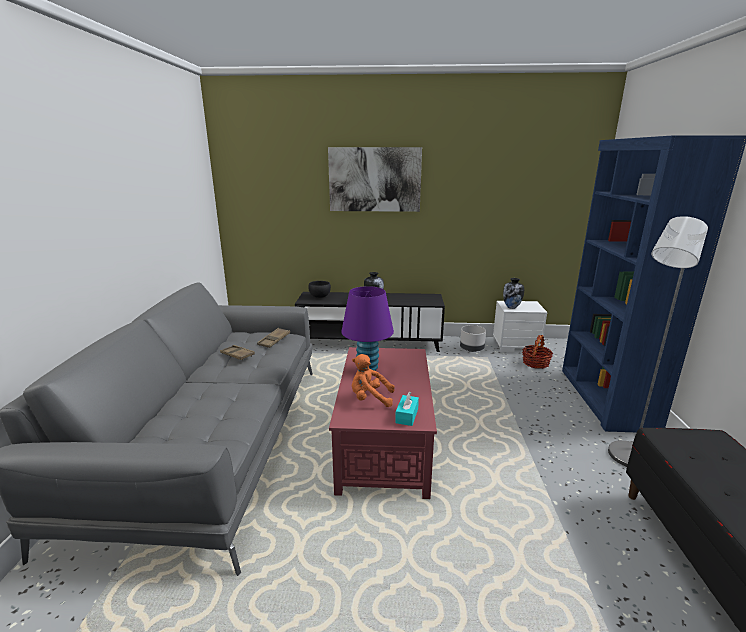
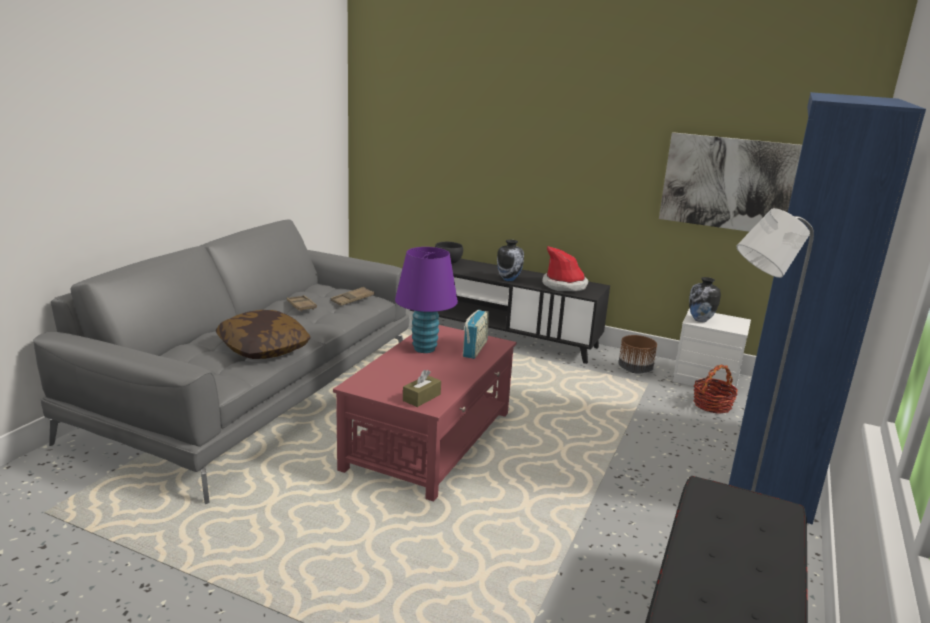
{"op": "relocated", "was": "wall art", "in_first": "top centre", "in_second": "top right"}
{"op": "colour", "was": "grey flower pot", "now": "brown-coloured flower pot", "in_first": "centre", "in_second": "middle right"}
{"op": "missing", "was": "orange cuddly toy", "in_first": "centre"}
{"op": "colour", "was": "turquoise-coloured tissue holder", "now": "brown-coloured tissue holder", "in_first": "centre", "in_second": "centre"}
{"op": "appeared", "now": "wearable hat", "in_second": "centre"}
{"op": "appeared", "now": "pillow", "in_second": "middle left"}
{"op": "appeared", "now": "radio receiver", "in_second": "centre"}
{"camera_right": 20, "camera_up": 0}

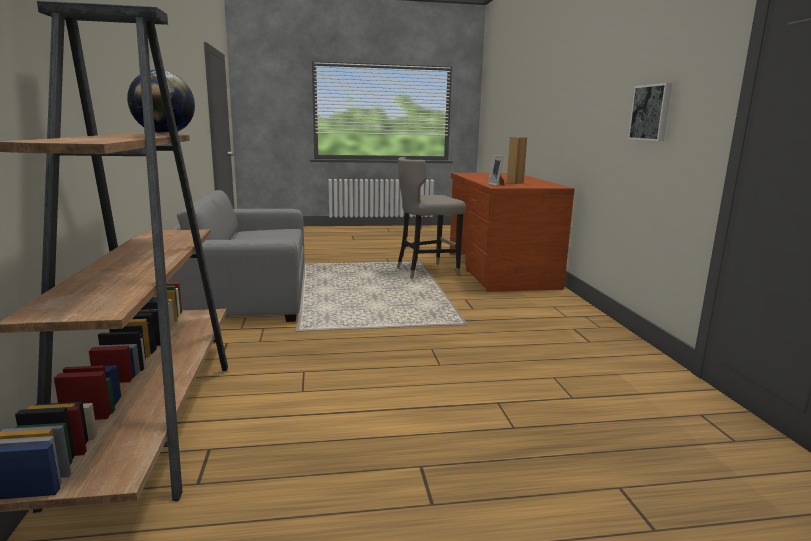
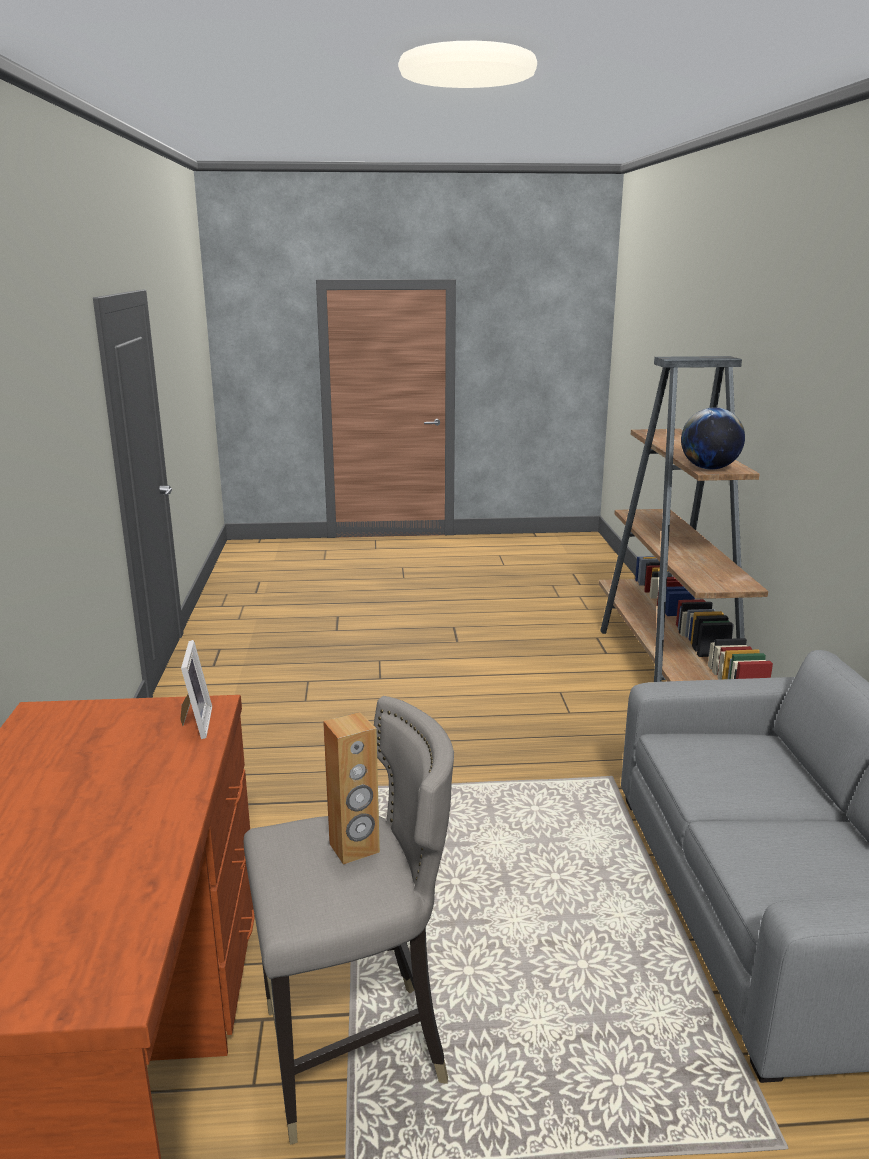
{"op": "missing", "was": "wall art", "in_first": "top right"}
{"op": "relocated", "was": "brown-coloured loudspeaker", "in_first": "top centre", "in_second": "bottom centre"}
{"camera_right": -175, "camera_up": 5}

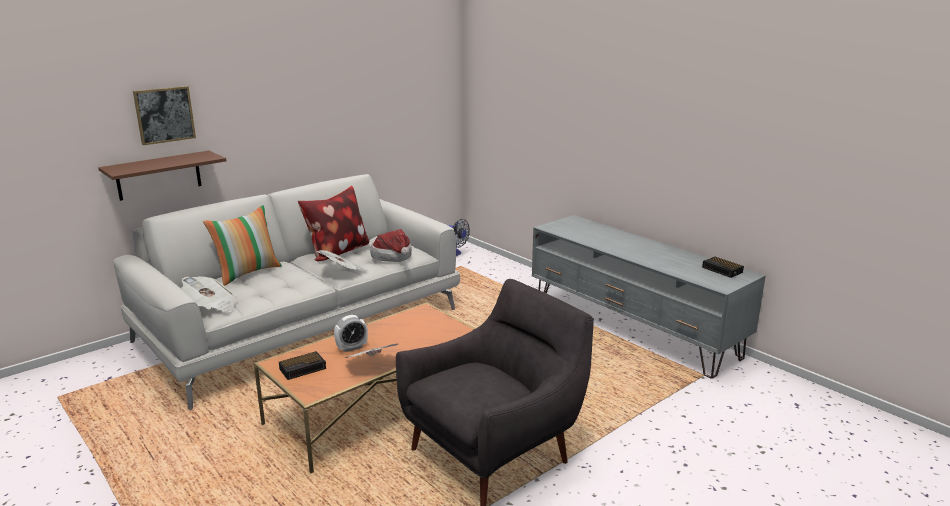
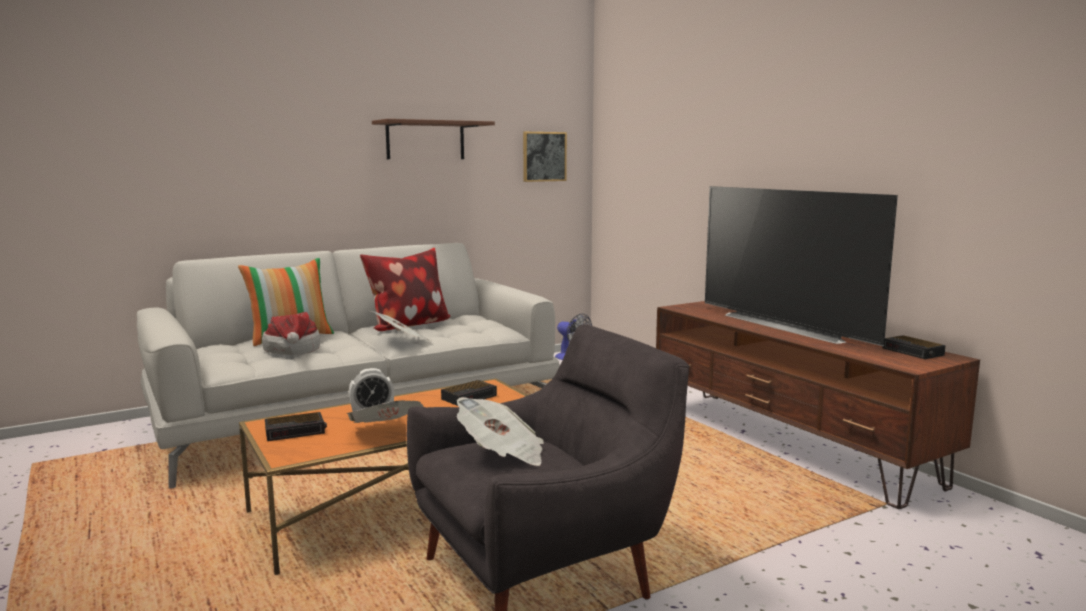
{"op": "relocated", "was": "wall art", "in_first": "top left", "in_second": "top centre"}
{"op": "relocated", "was": "brown-coloured bracket shelf", "in_first": "middle left", "in_second": "top centre"}
{"op": "colour", "was": "grey tv unit", "now": "brown-coloured tv unit", "in_first": "middle right", "in_second": "middle right"}
{"op": "relocated", "was": "wearable hat", "in_first": "centre", "in_second": "middle left"}
{"op": "relocated", "was": "daily paper (no. 1 from left in the first image)", "now": "daily paper (no. 3 from left)", "in_first": "middle left", "in_second": "bottom centre"}
{"op": "appeared", "now": "TV", "in_second": "middle right"}
{"op": "appeared", "now": "alarm clock (no. 3 from left)", "in_second": "centre"}
{"camera_right": 10, "camera_up": -10}

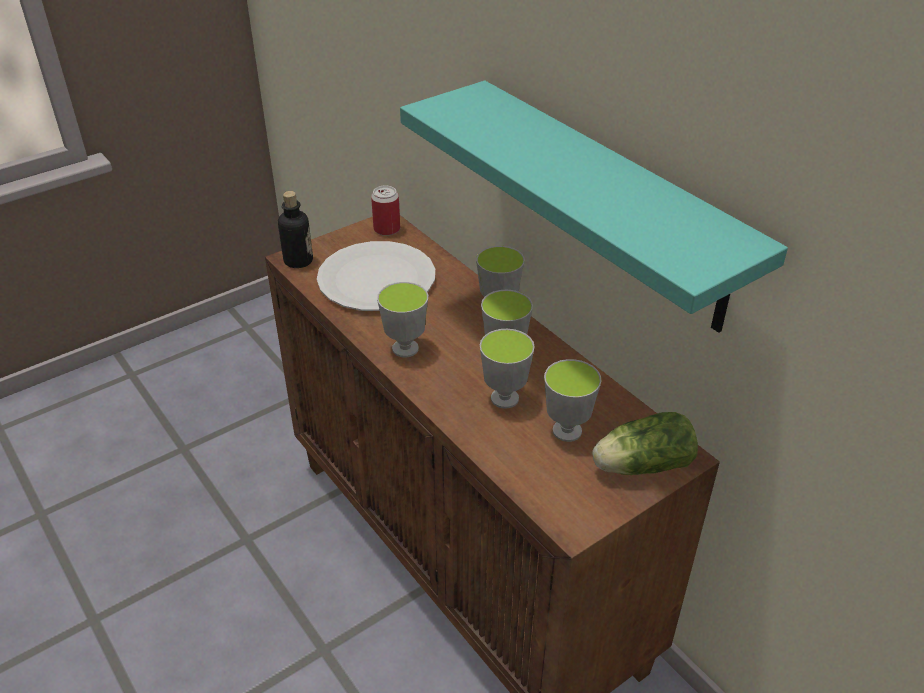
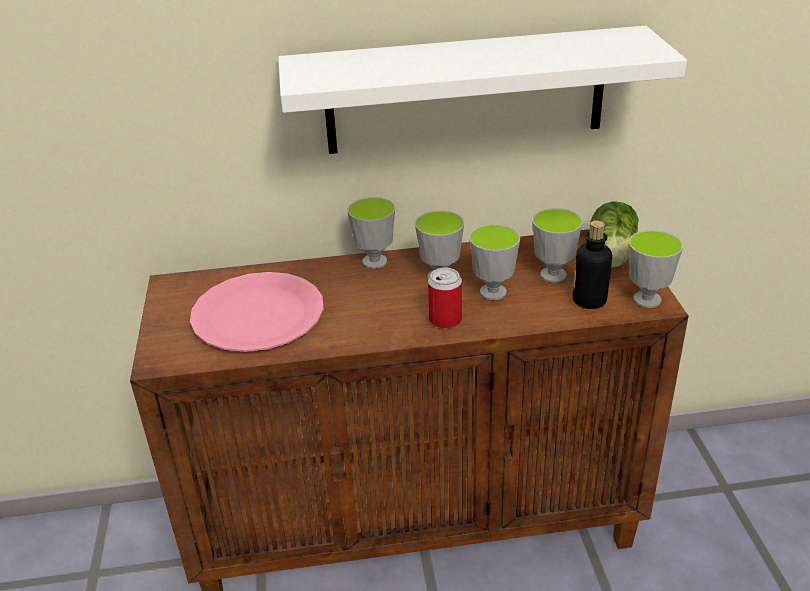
{"op": "colour", "was": "turquoise-coloured bracket shelf", "now": "whitish bracket shelf", "in_first": "top centre", "in_second": "top centre"}
{"op": "relocated", "was": "sealed can", "in_first": "top centre", "in_second": "centre"}
{"op": "relocated", "was": "drink bottle", "in_first": "top left", "in_second": "middle right"}
{"op": "colour", "was": "whitish plate", "now": "pink plate", "in_first": "centre", "in_second": "middle left"}
{"op": "relocated", "was": "small cup (no. 1 from left in the first image)", "now": "small cup (no. 5 from left)", "in_first": "centre", "in_second": "middle right"}
{"camera_right": -60, "camera_up": -5}

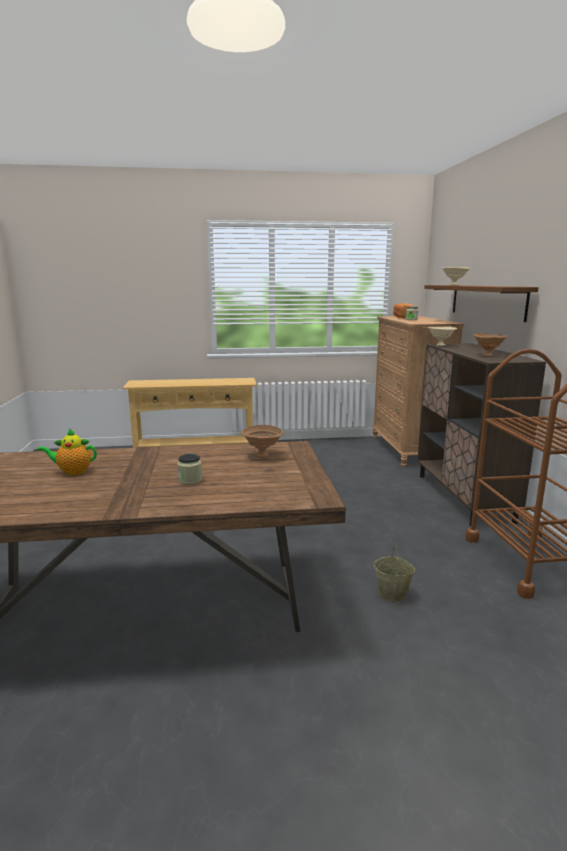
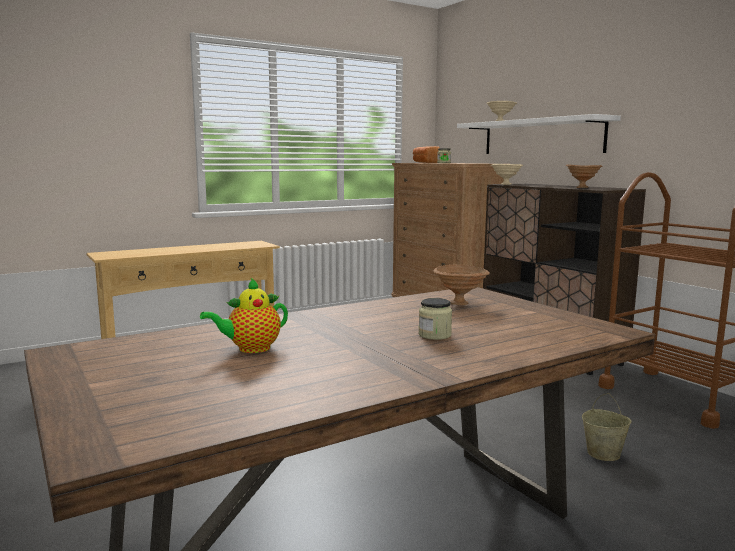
{"op": "colour", "was": "brown-coloured bracket shelf", "now": "whitish bracket shelf", "in_first": "middle right", "in_second": "top right"}
{"camera_right": -25, "camera_up": -5}

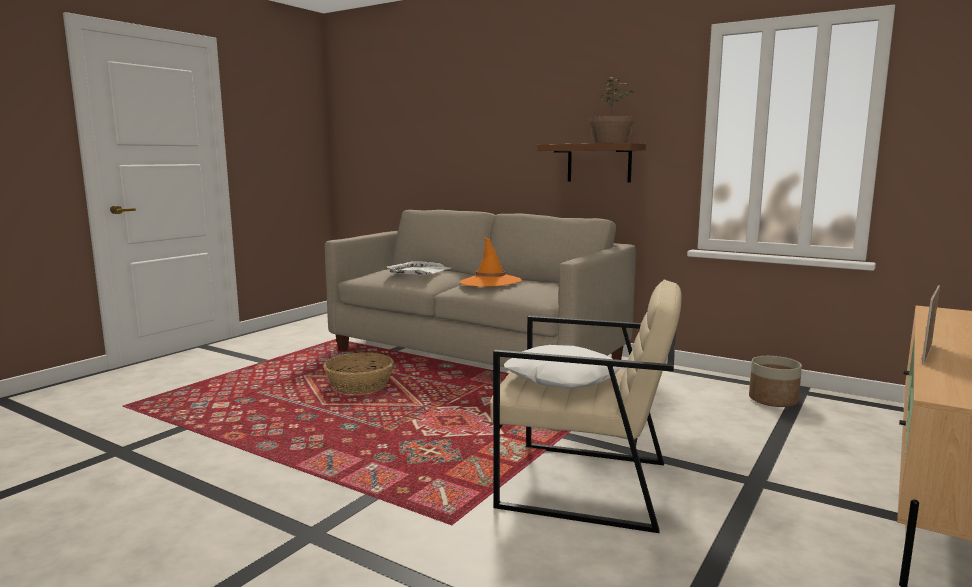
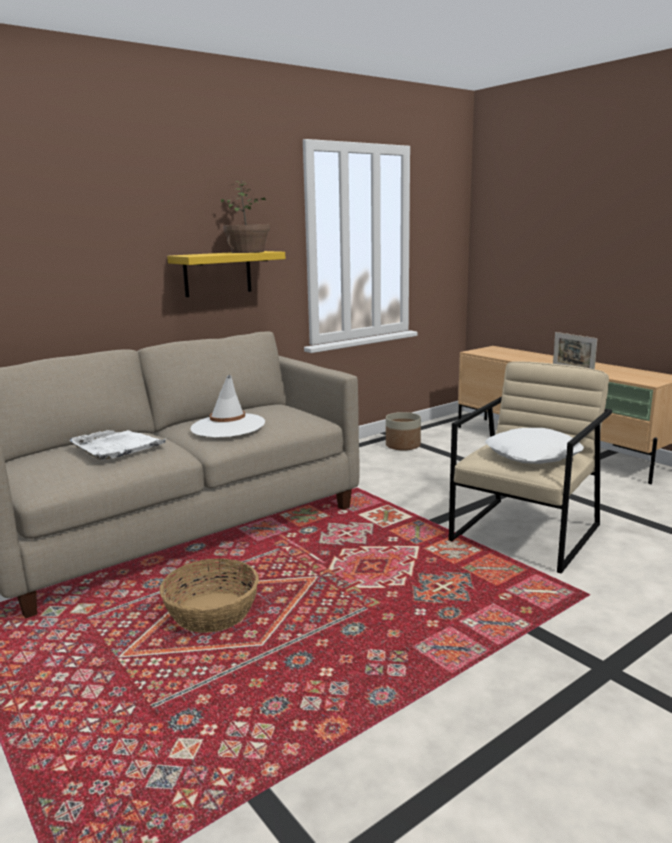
{"op": "colour", "was": "brown-coloured bracket shelf", "now": "yellow-coloured bracket shelf", "in_first": "top centre", "in_second": "top centre"}
{"op": "colour", "was": "orange wearable hat", "now": "whitish wearable hat", "in_first": "centre", "in_second": "centre"}
{"camera_right": -70, "camera_up": 5}

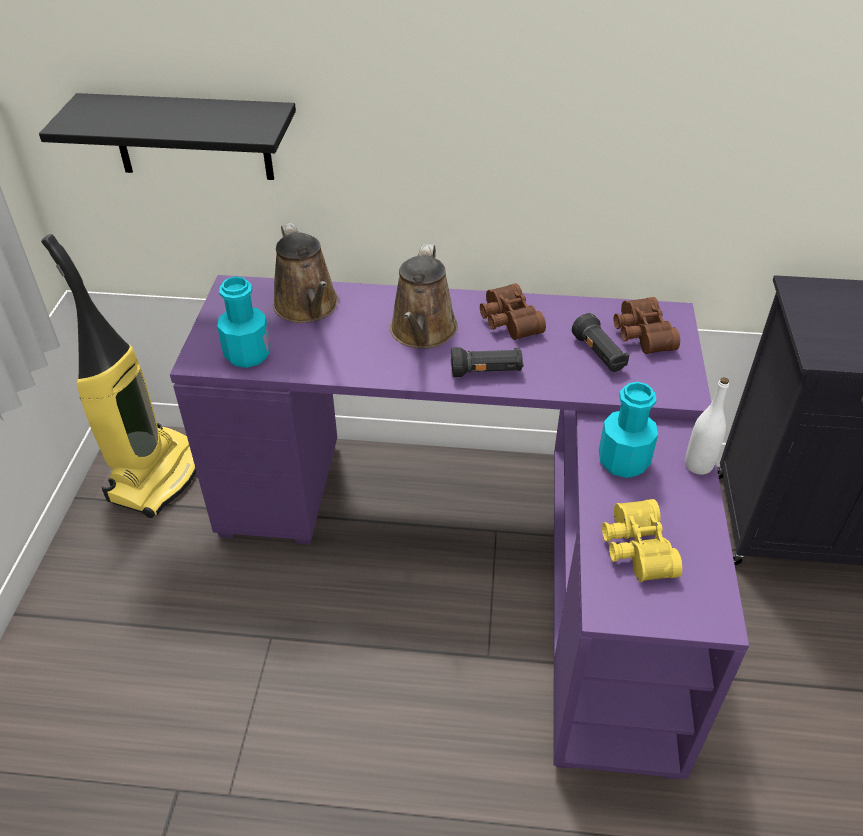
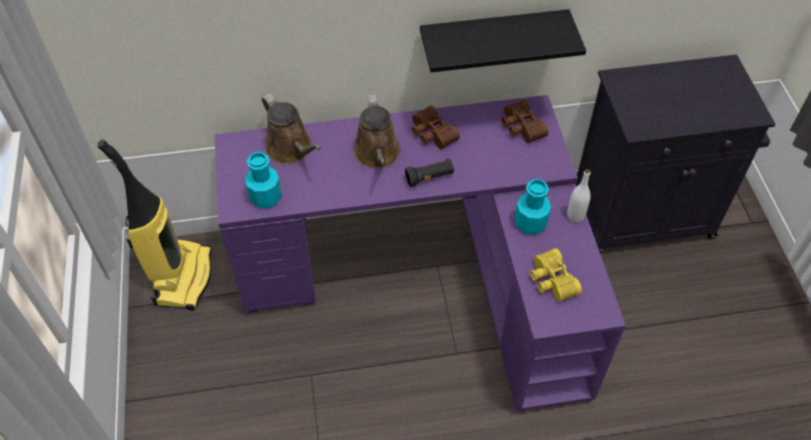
{"op": "relocated", "was": "black-coloured bracket shelf", "in_first": "top left", "in_second": "top centre"}
{"op": "missing", "was": "black-coloured flashlight (no. 2 from left)", "in_first": "middle right"}
{"camera_right": -15, "camera_up": 10}

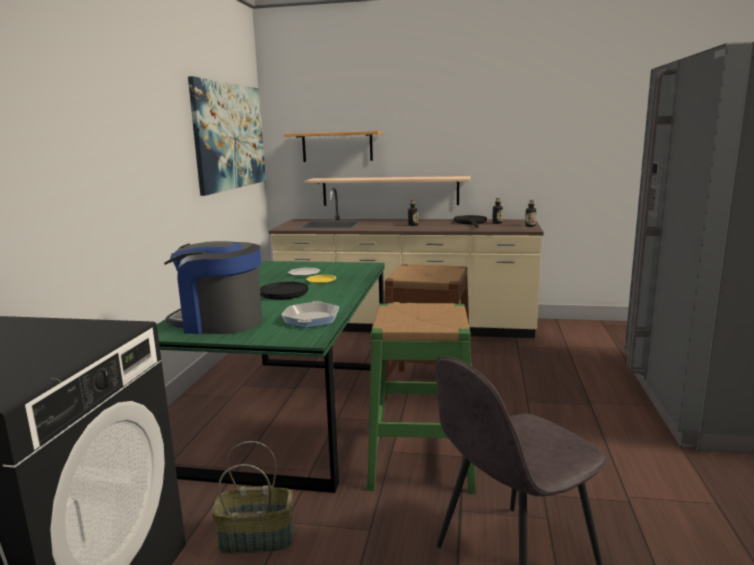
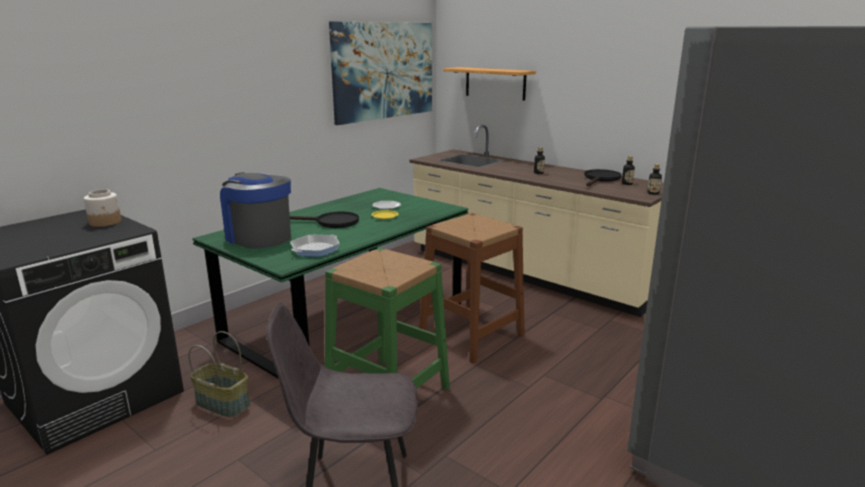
{"op": "missing", "was": "bracket shelf (no. 2 from left)", "in_first": "centre"}
{"op": "appeared", "now": "preserve jar", "in_second": "middle left"}
{"camera_right": 30, "camera_up": 5}

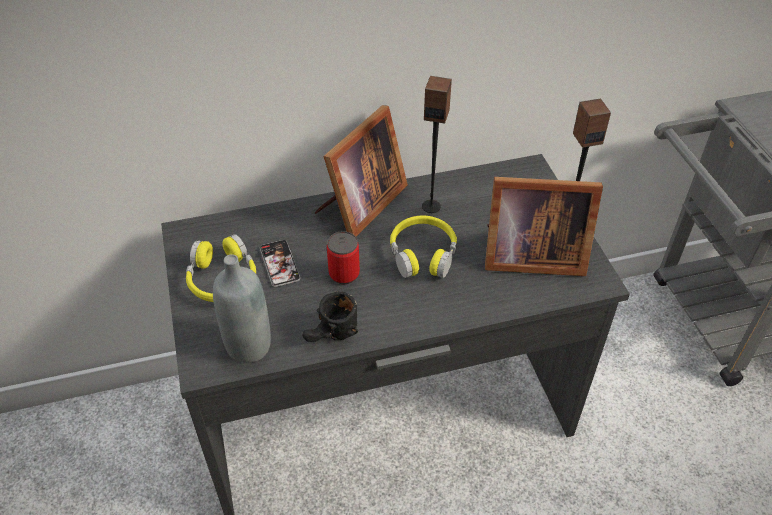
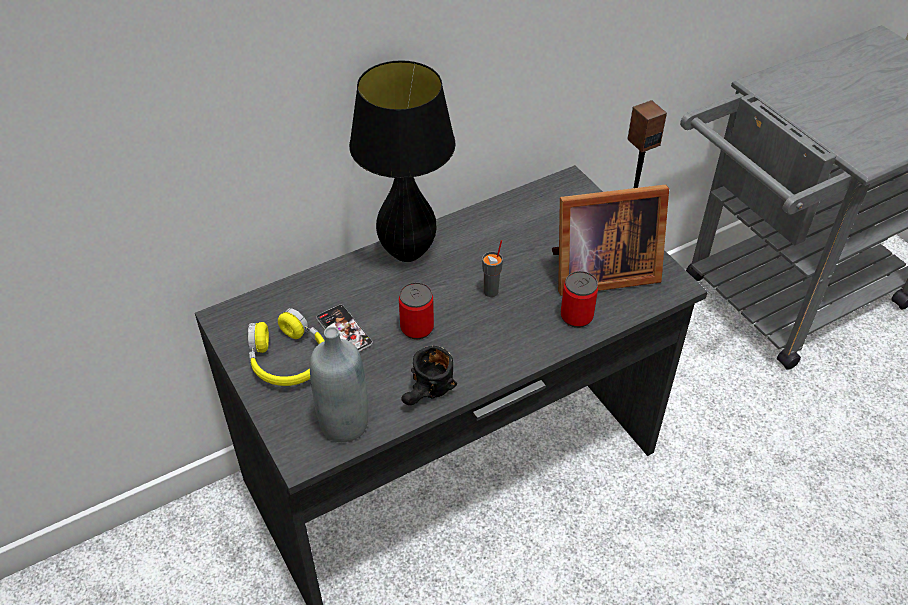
{"op": "missing", "was": "loudspeaker (no. 1 from left)", "in_first": "top centre"}
{"op": "exchanged", "was": "standing frame (no. 1 from left)", "now": "black-coloured tabletop lamp", "in_first": "top centre", "in_second": "top centre"}
{"op": "exchanged", "was": "yellow-coloured headset (no. 2 from left)", "now": "grey small cup", "in_first": "centre", "in_second": "centre"}
{"op": "appeared", "now": "sealed can (no. 2 from left)", "in_second": "centre"}
{"camera_right": -15, "camera_up": 0}

